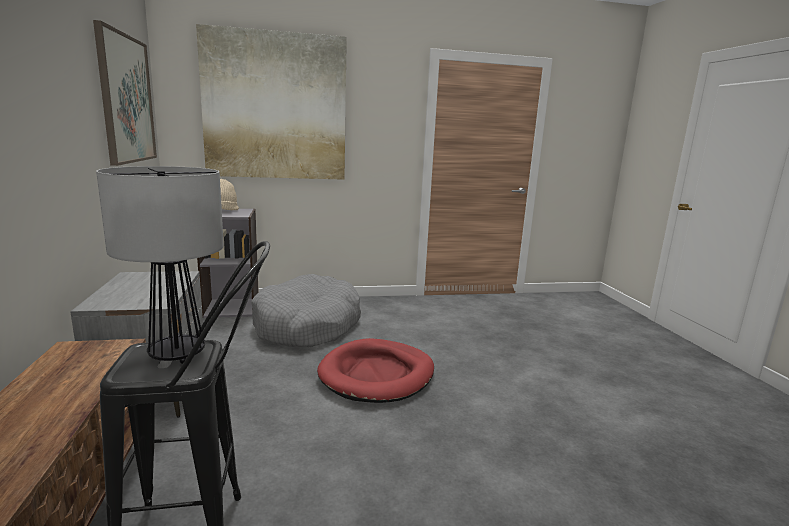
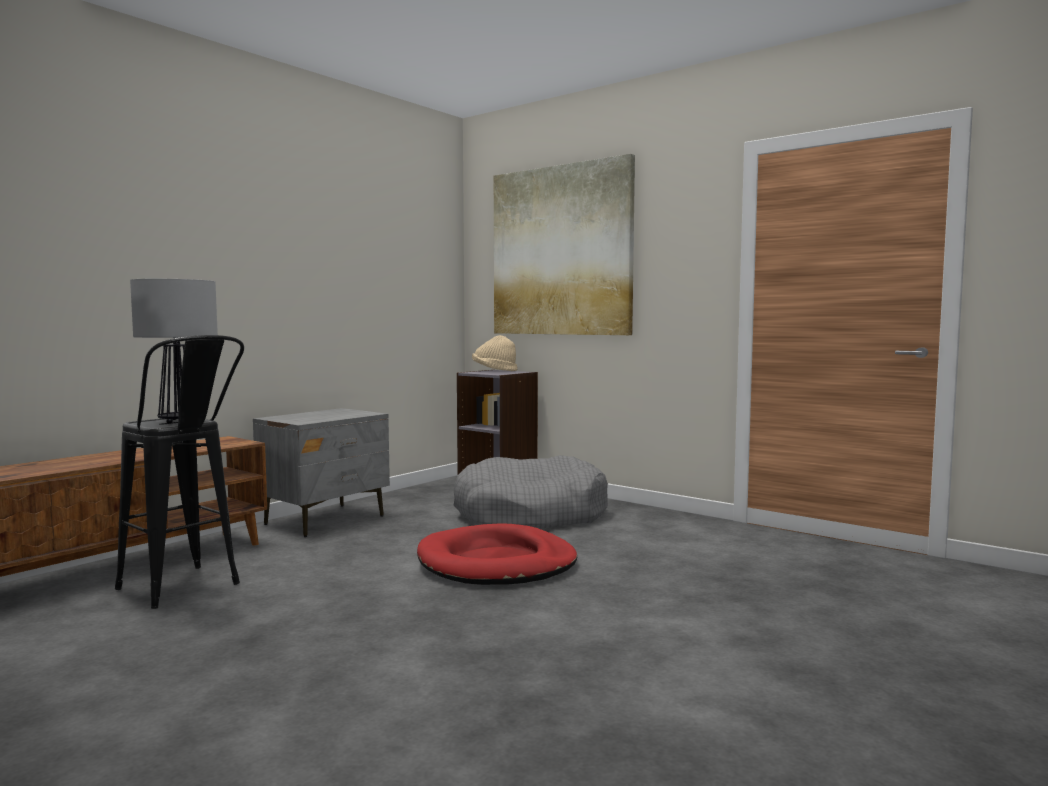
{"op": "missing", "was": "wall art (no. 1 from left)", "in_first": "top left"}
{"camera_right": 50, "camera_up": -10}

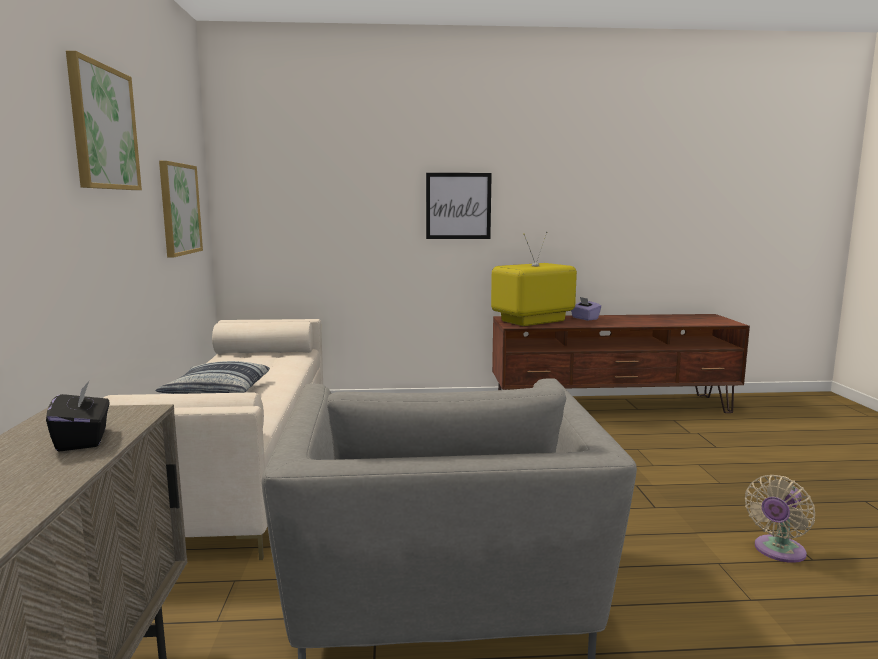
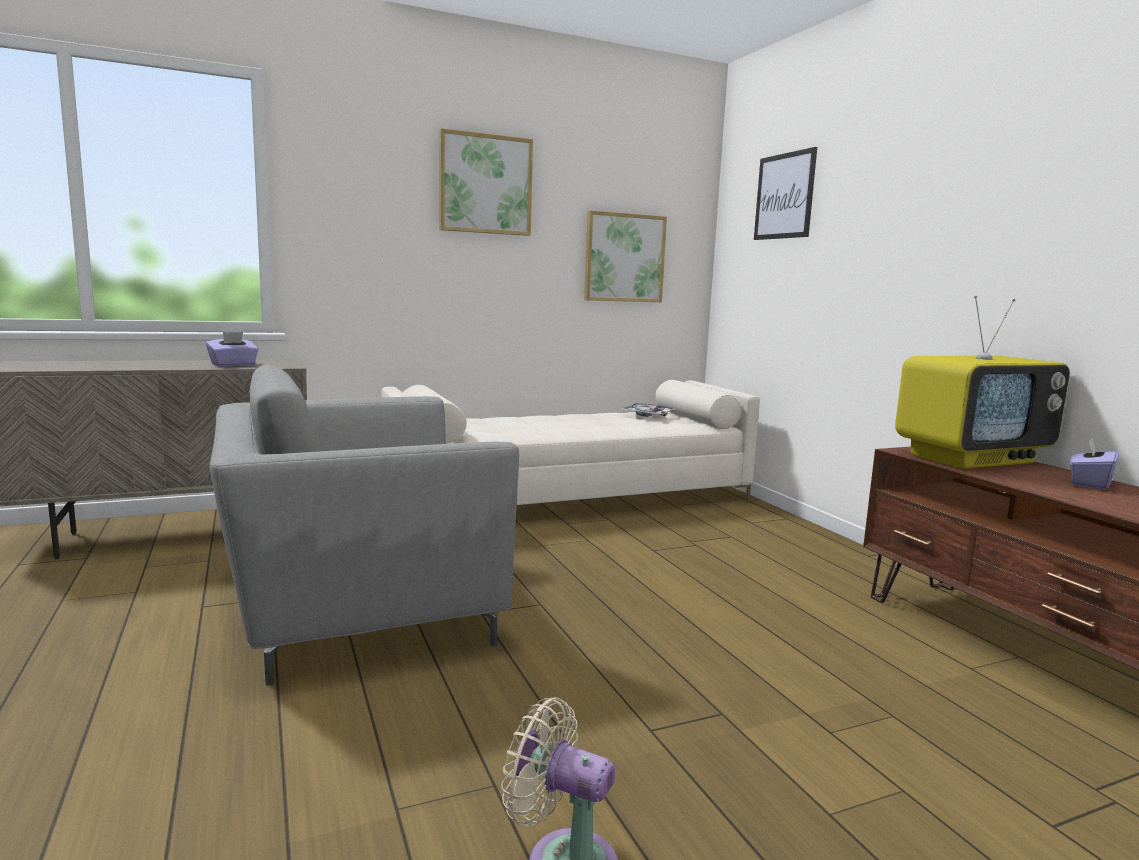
{"op": "relocated", "was": "wall art (no. 3 from left)", "in_first": "top centre", "in_second": "top right"}
{"op": "spun", "was": "TV", "in_first": "centre", "in_second": "middle right", "clockwise": 120}
{"op": "missing", "was": "pillow", "in_first": "middle left"}
{"op": "colour", "was": "black-coloured tissue holder", "now": "purple tissue holder (no. 1 from left)", "in_first": "middle left", "in_second": "middle left"}
{"op": "appeared", "now": "tray", "in_second": "centre"}
{"camera_right": 70, "camera_up": 0}

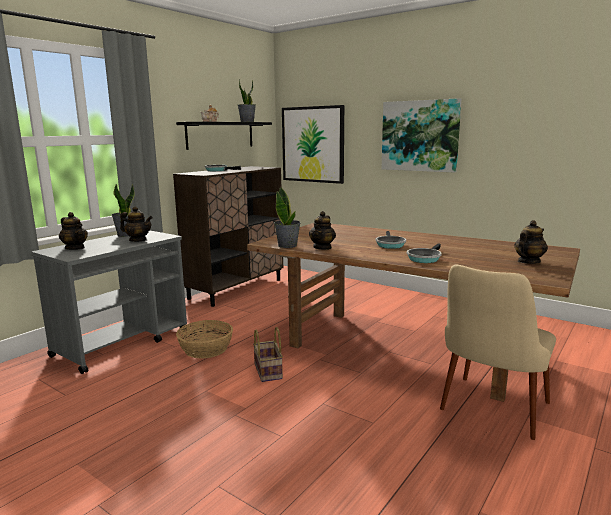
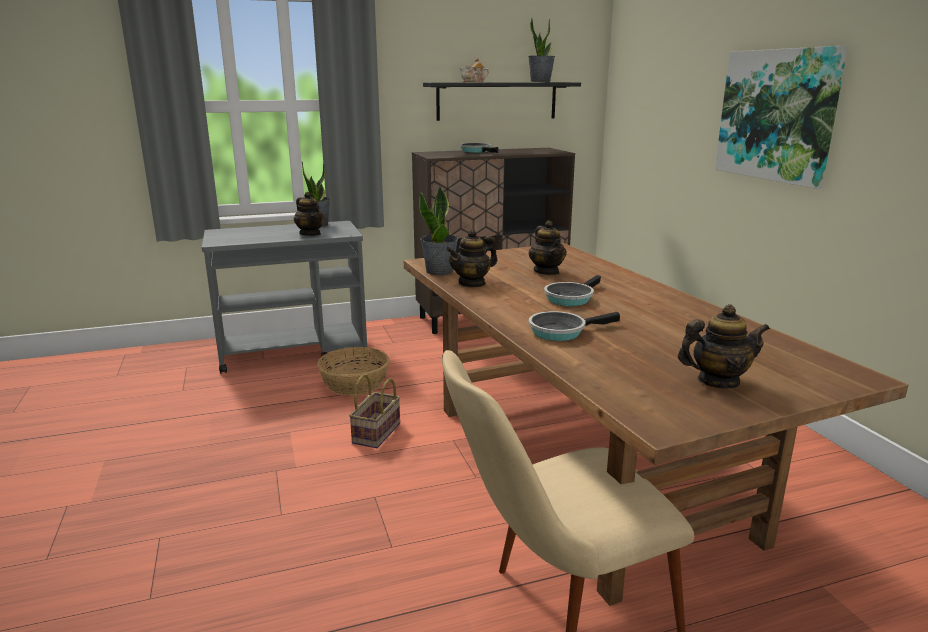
{"op": "missing", "was": "wall art (no. 1 from left)", "in_first": "top centre"}
{"op": "relocated", "was": "tea pot (no. 1 from left in the first image)", "now": "tea pot (no. 4 from left)", "in_first": "middle left", "in_second": "centre"}
{"camera_right": 35, "camera_up": 5}

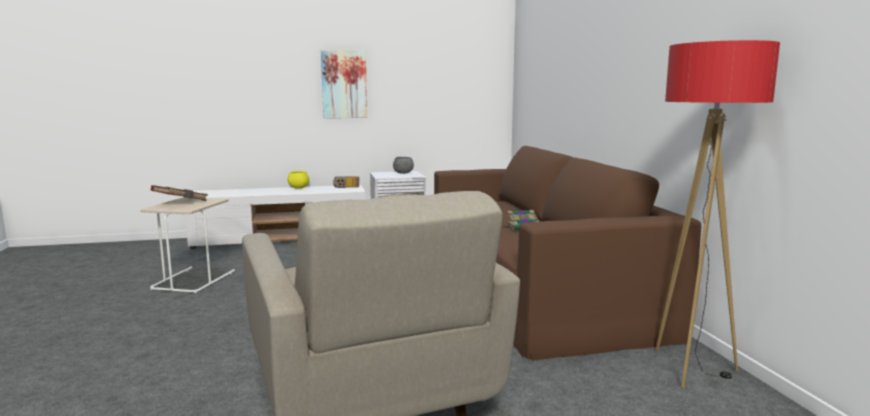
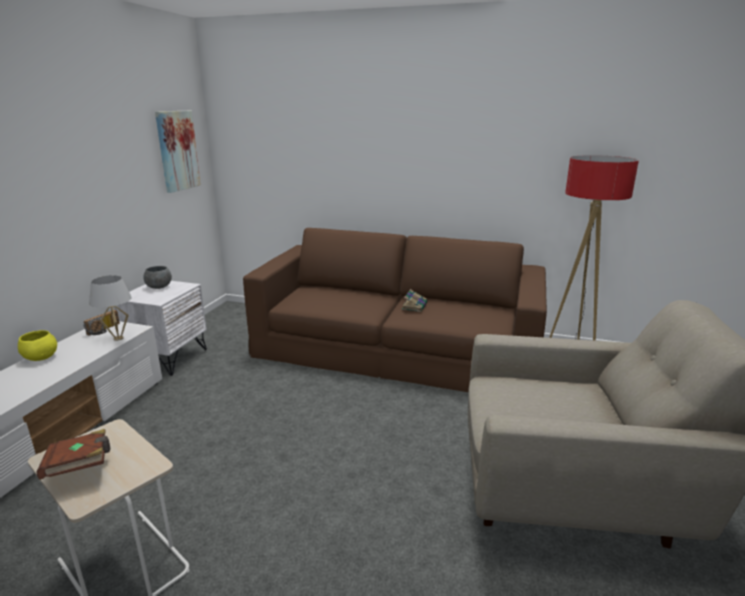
{"op": "relocated", "was": "wall art", "in_first": "top centre", "in_second": "top left"}
{"op": "appeared", "now": "whitish tabletop lamp", "in_second": "middle left"}
{"camera_right": -60, "camera_up": 10}

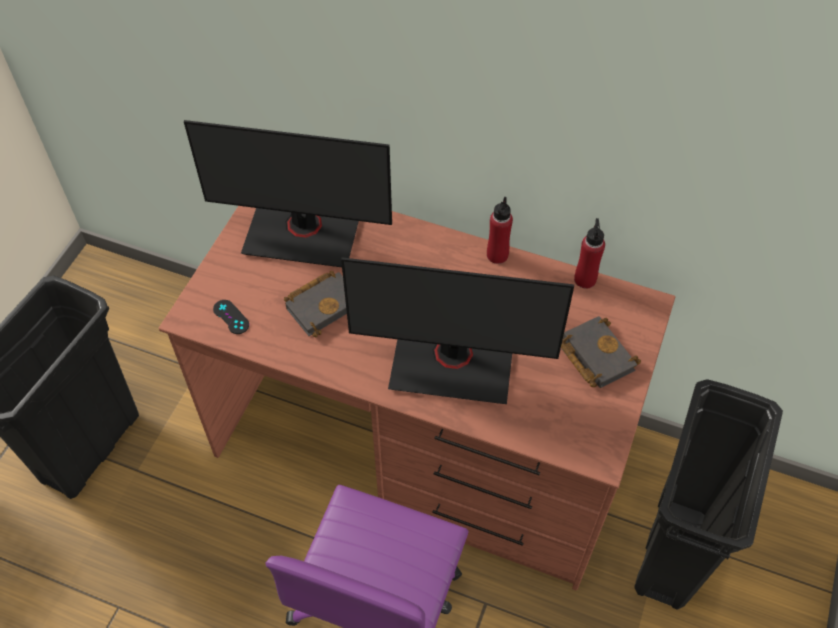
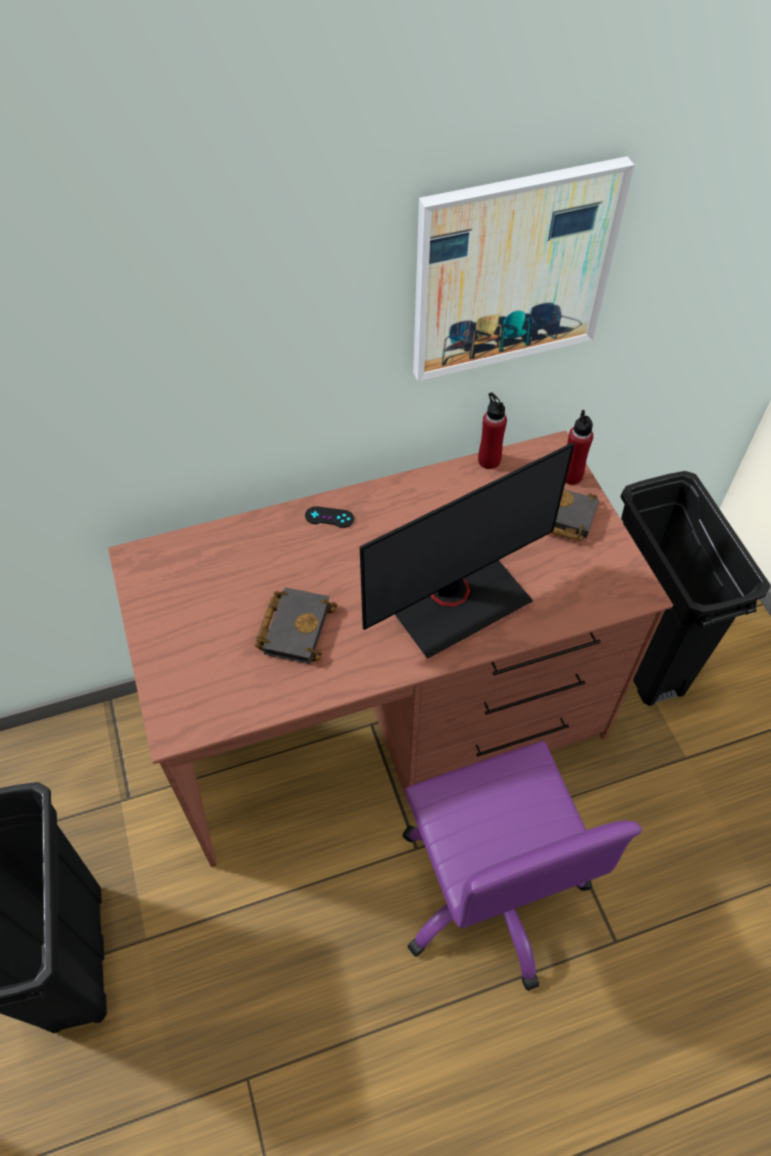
{"op": "missing", "was": "monitor (no. 1 from left)", "in_first": "top centre"}
{"op": "relocated", "was": "reddish drink bottle (no. 1 from left in the first image)", "now": "reddish drink bottle (no. 2 from left)", "in_first": "centre", "in_second": "middle right"}
{"op": "relocated", "was": "black-coloured game controller", "in_first": "middle left", "in_second": "centre"}
{"op": "appeared", "now": "wall art", "in_second": "top right"}
{"camera_right": -40, "camera_up": 0}

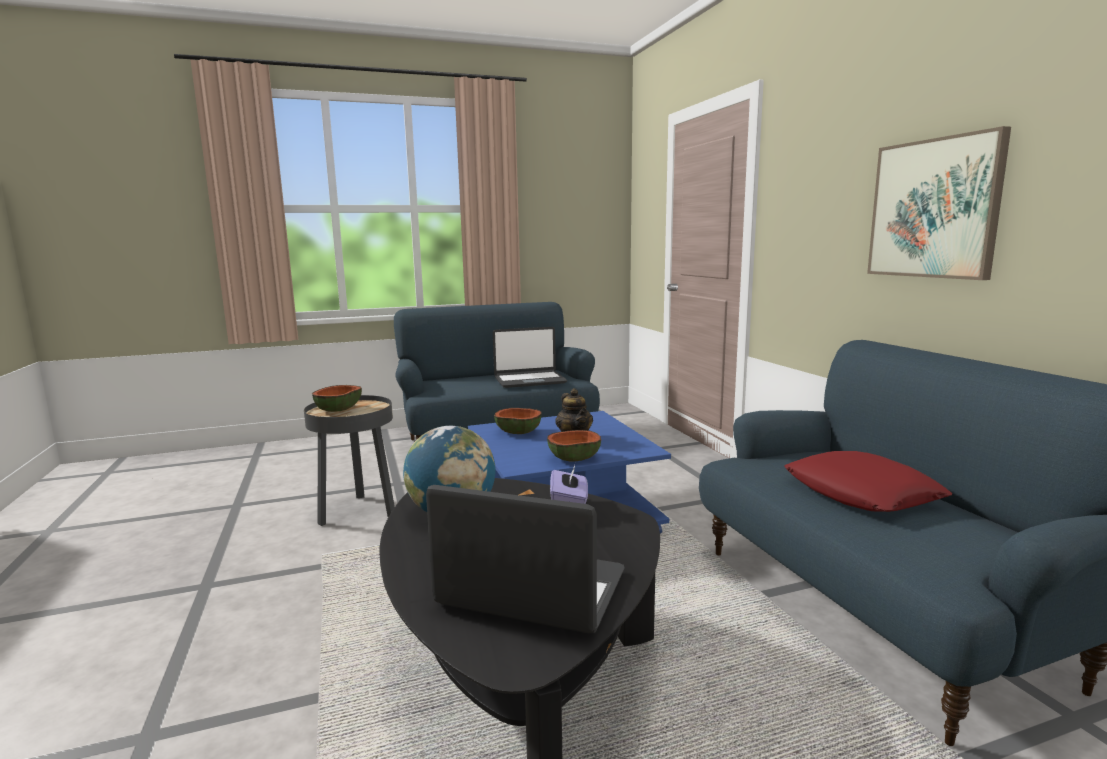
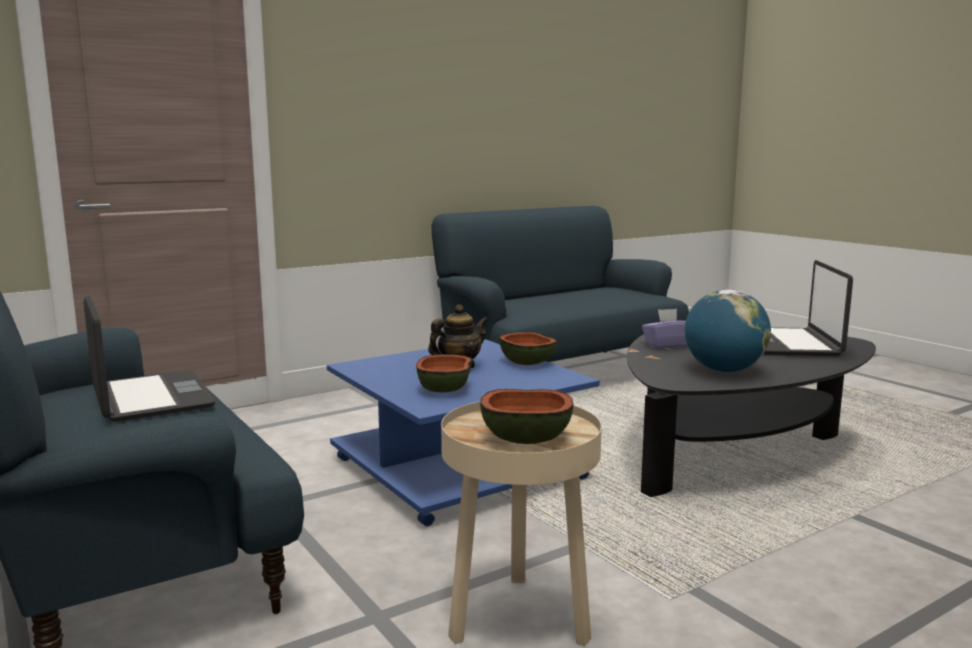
{"op": "missing", "was": "wall art", "in_first": "top right"}
{"op": "colour", "was": "black-coloured side table", "now": "beige-coloured side table", "in_first": "middle left", "in_second": "bottom centre"}
{"op": "missing", "was": "reddish pillow", "in_first": "middle right"}
{"camera_right": -105, "camera_up": 0}

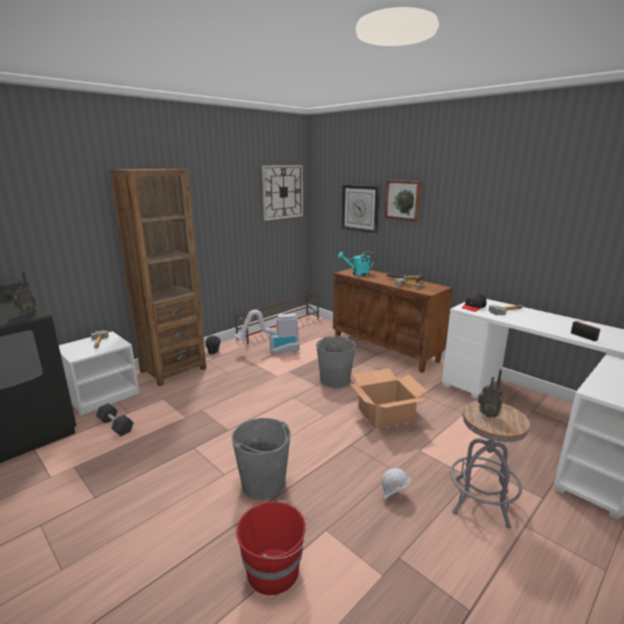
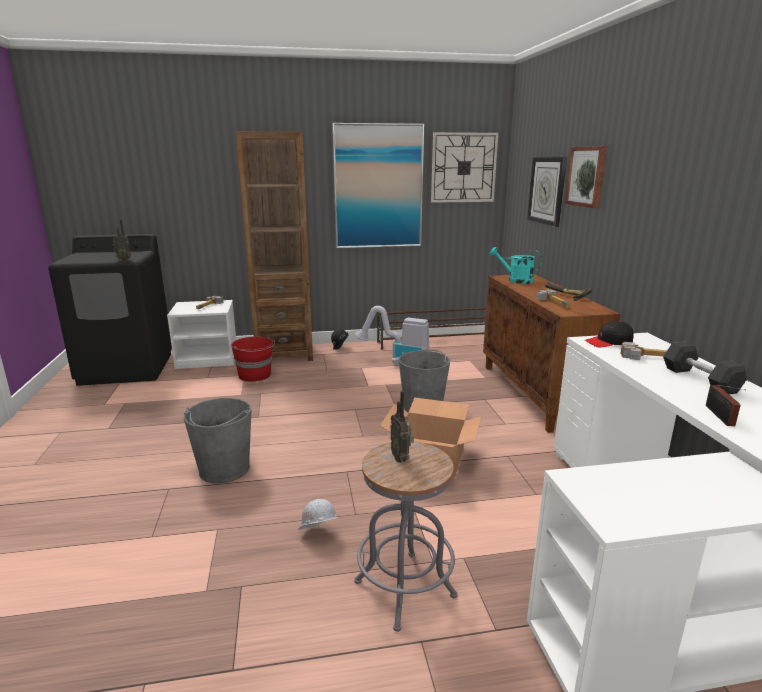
{"op": "relocated", "was": "grey hand weight", "in_first": "bottom left", "in_second": "middle right"}
{"op": "relocated", "was": "reddish pail", "in_first": "bottom centre", "in_second": "middle left"}
{"op": "appeared", "now": "wall art (no. 1 from left)", "in_second": "top centre"}
{"camera_right": 35, "camera_up": 0}

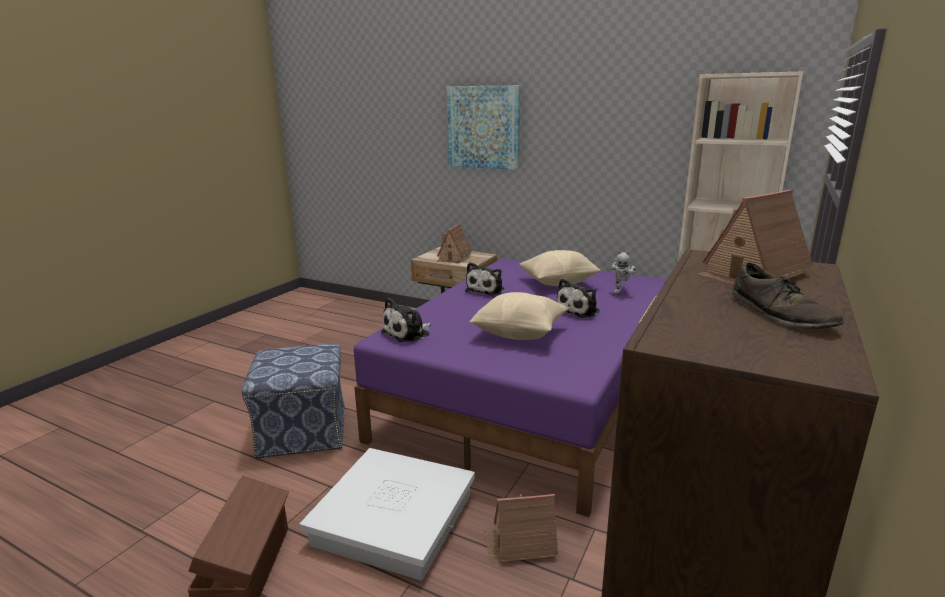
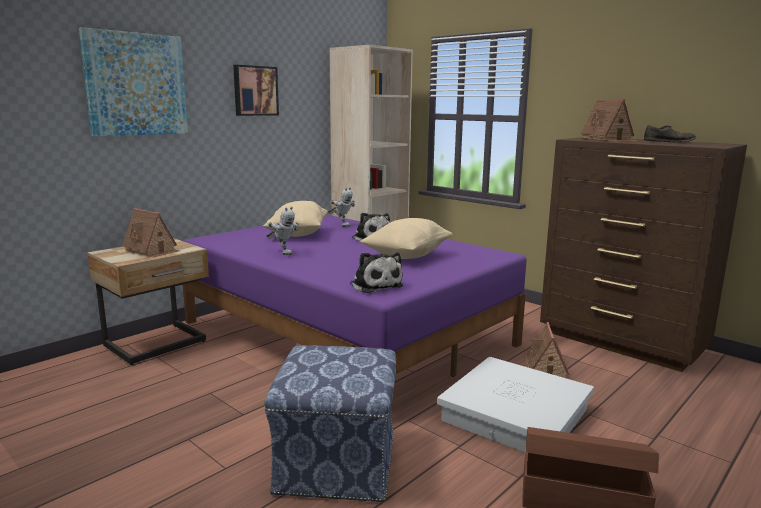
{"op": "exchanged", "was": "cuddly toy (no. 2 from left)", "now": "robot figure (no. 1 from left)", "in_first": "centre", "in_second": "centre"}
{"op": "appeared", "now": "wall art (no. 2 from left)", "in_second": "top centre"}
{"camera_right": -75, "camera_up": -5}

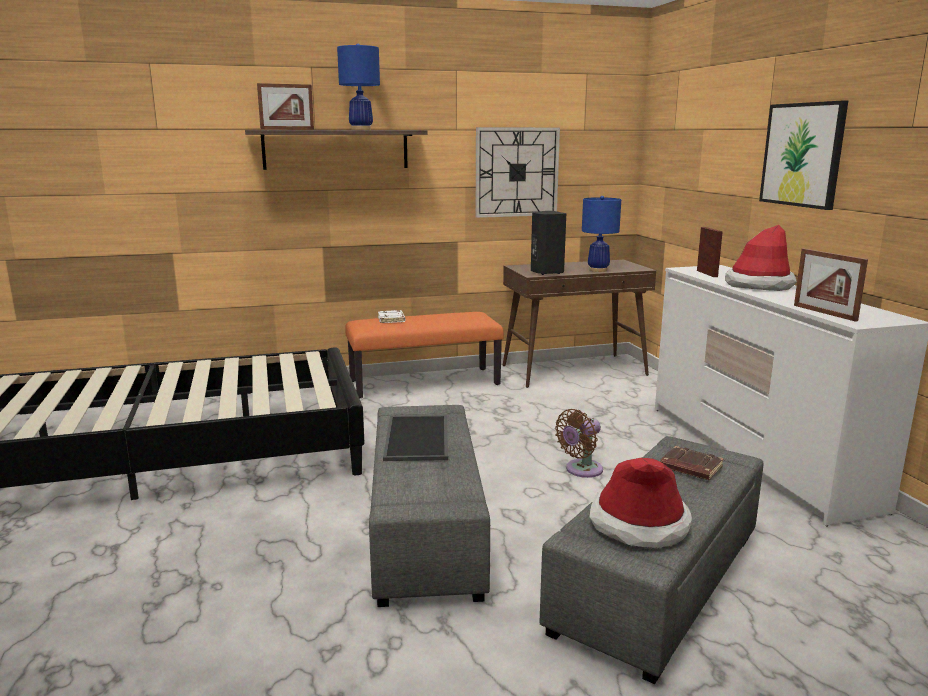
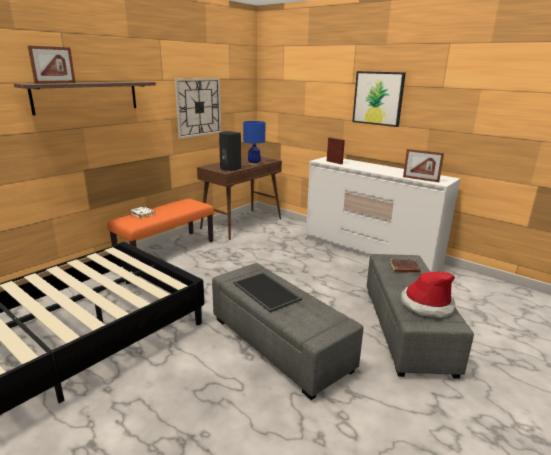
{"op": "missing", "was": "bluish tabletop lamp (no. 1 from left)", "in_first": "top centre"}
{"op": "missing", "was": "wearable hat (no. 2 from left)", "in_first": "middle right"}
{"op": "missing", "was": "brown-coloured fan", "in_first": "centre"}
{"camera_right": -35, "camera_up": 5}

